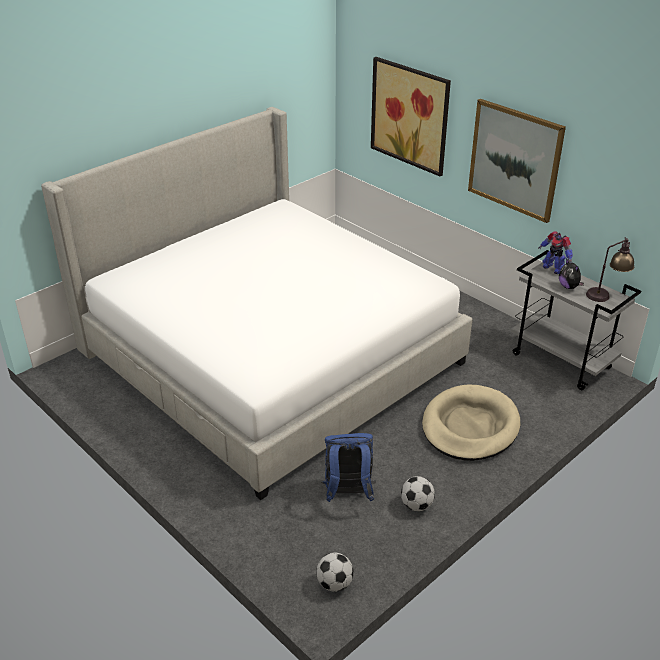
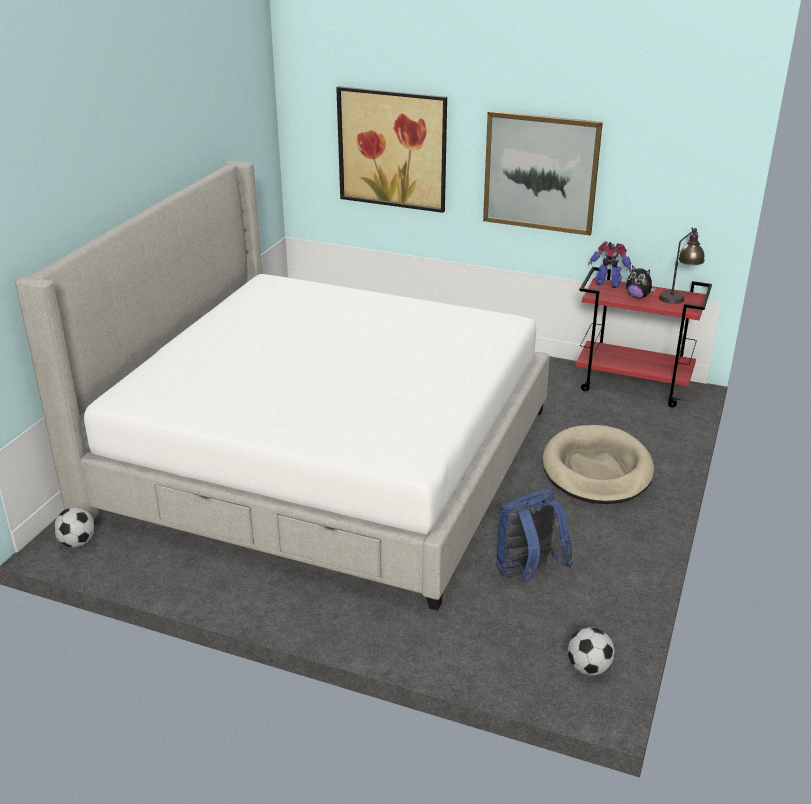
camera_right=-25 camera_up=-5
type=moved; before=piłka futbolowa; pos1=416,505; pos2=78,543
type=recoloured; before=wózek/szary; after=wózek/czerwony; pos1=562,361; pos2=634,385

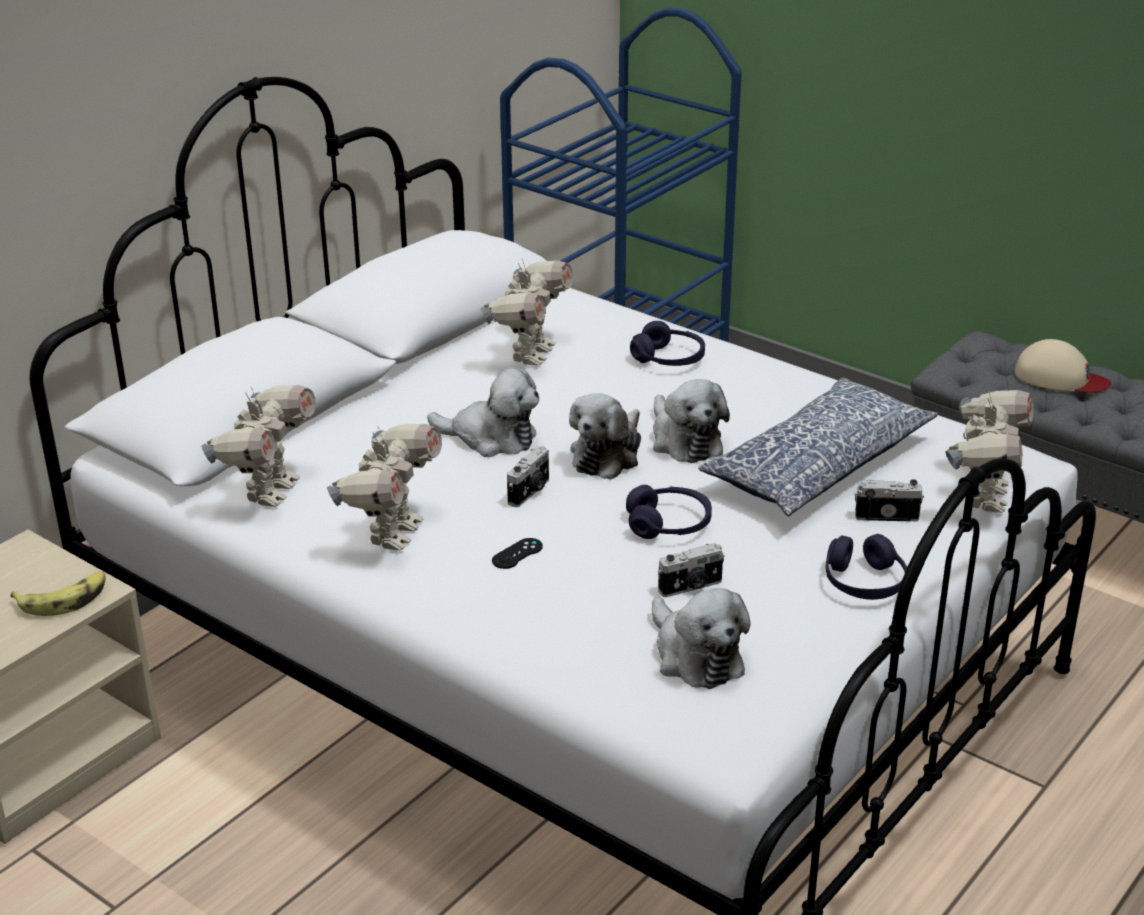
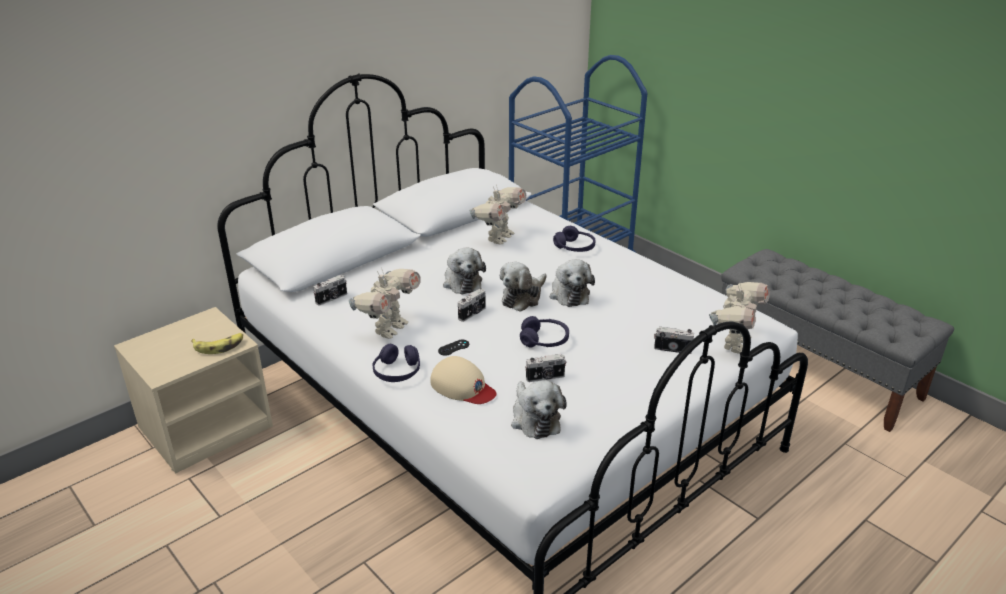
camera_right=10 camera_up=0
type=removed; before=poduszka; pos1=816,466
type=moved; before=słuchawki/fioletowy; pos1=864,582; pos2=397,372
type=moved; before=czapka z daszkiem/beżowy; pos1=1060,377; pos2=462,387
type=replaced; before=robot zabawkowy; after=aparat fotograficzny; pos1=268,491; pos2=332,299
type=turned; before=pluszak; pos1=491,438; pos2=462,281; turn=45

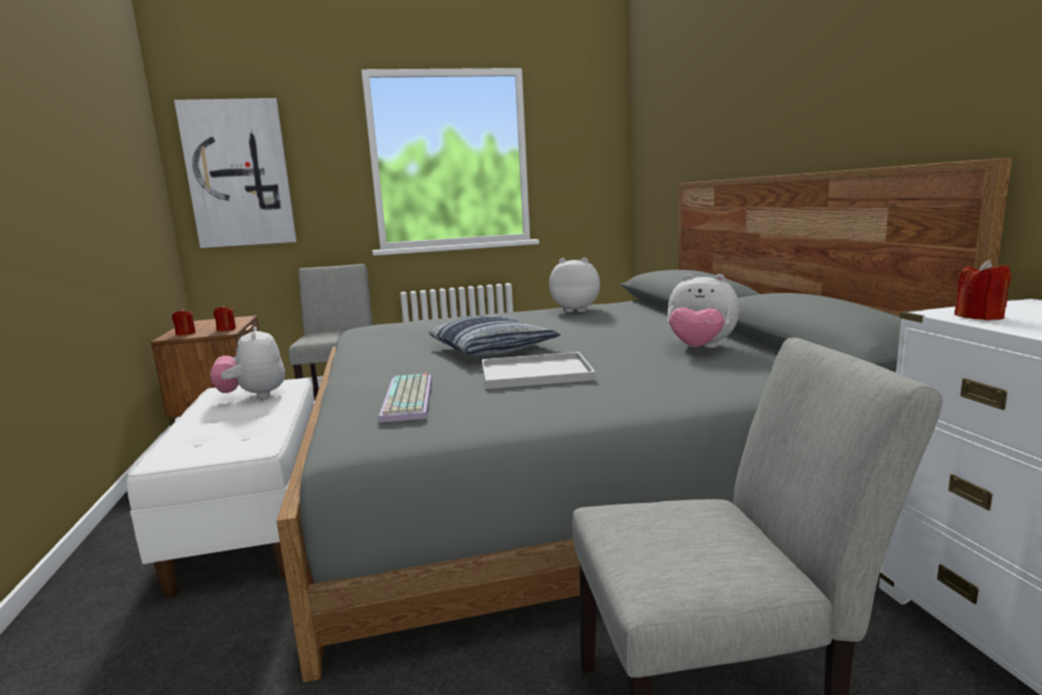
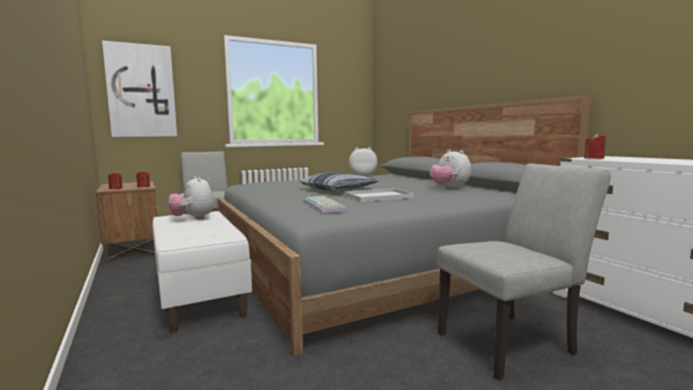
camera_right=-15 camera_up=-5
type=turned; before=pluszak; pos1=700,348; pos2=449,188; turn=45

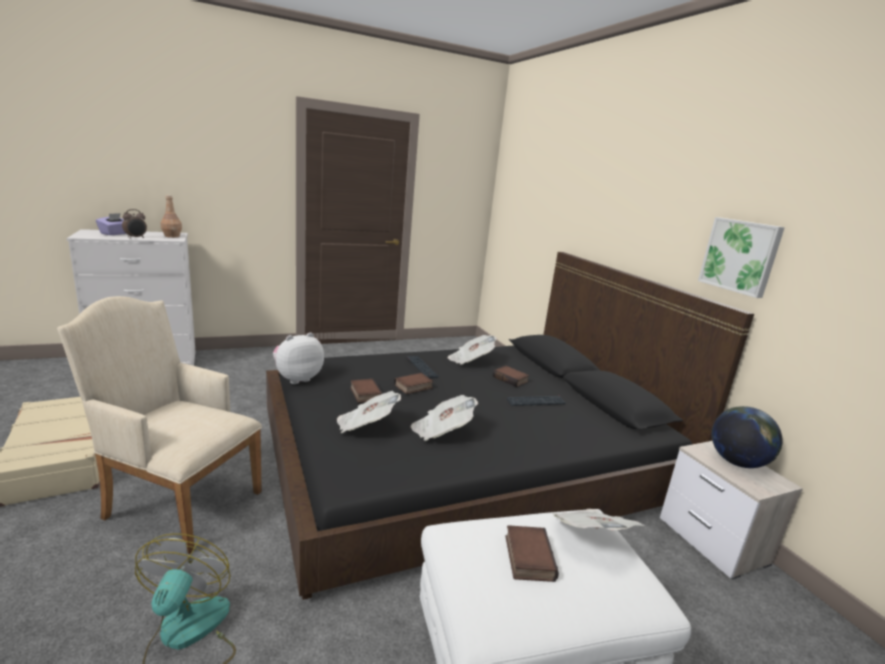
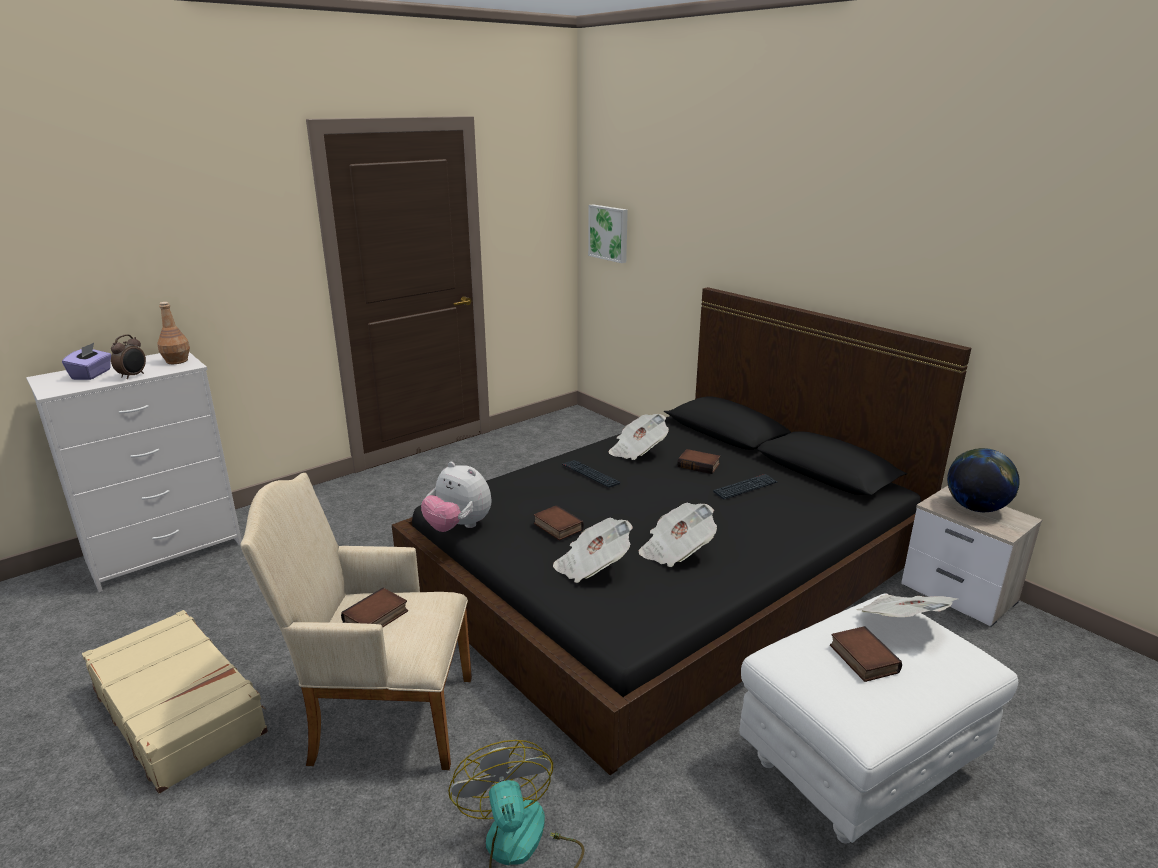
camera_right=-15 camera_up=5
type=moved; before=książka; pos1=413,387; pos2=376,618
type=moved; before=obraz; pos1=740,256; pos2=609,233
type=turned; before=pluszak; pos1=297,378; pos2=458,527; turn=-90

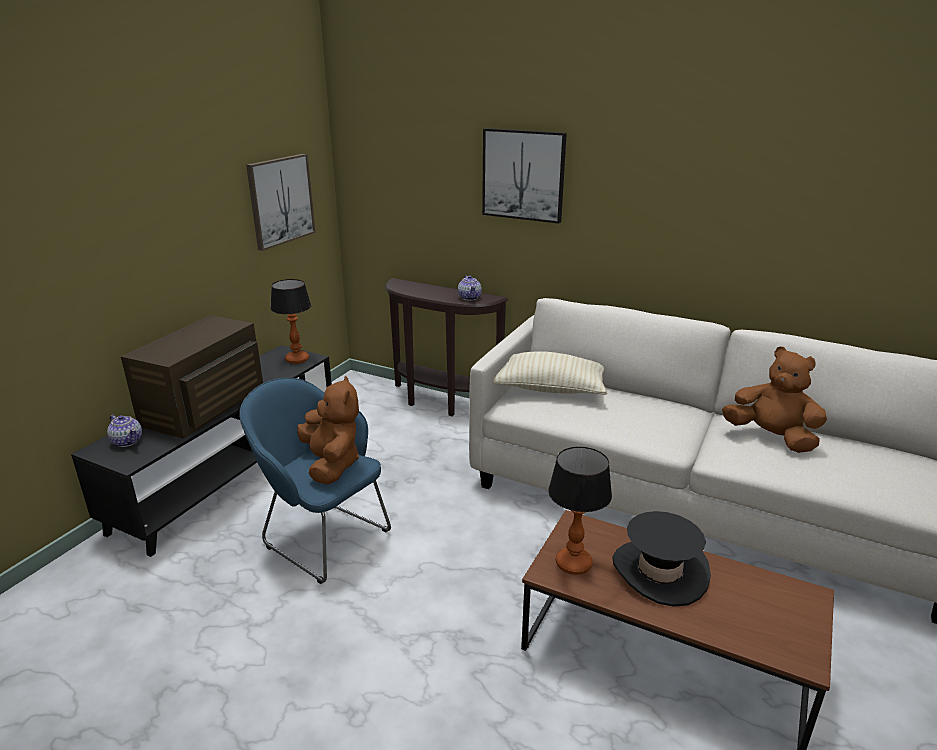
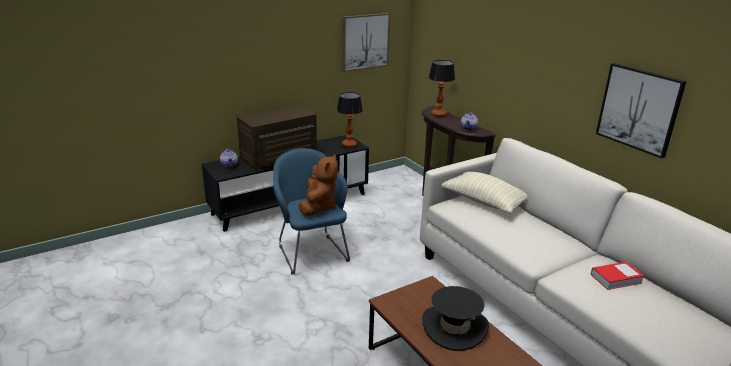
camera_right=30 camera_up=0
type=moved; before=obraz; pos1=523,175; pos2=639,109
type=moved; before=lampa stołowa; pos1=574,563; pos2=439,114
type=replaced; before=pluszak/brązowy; after=książka; pos1=771,437; pos2=616,278

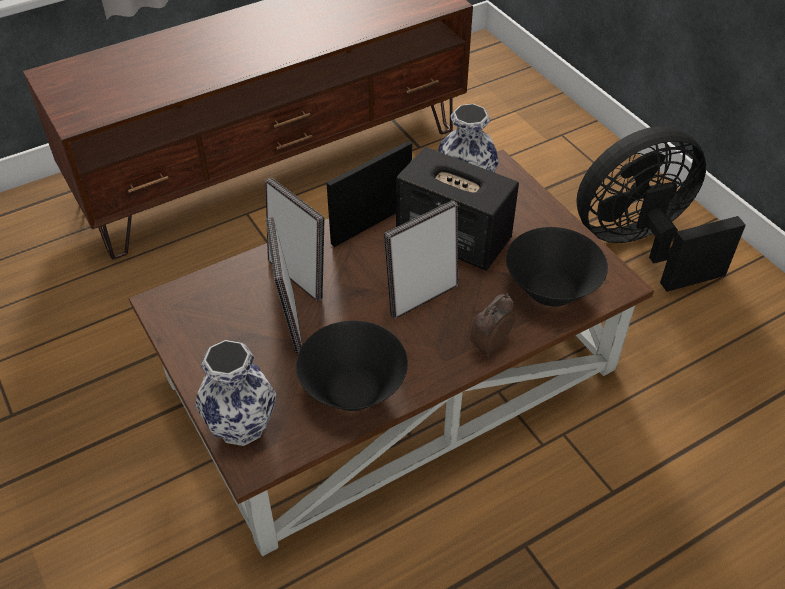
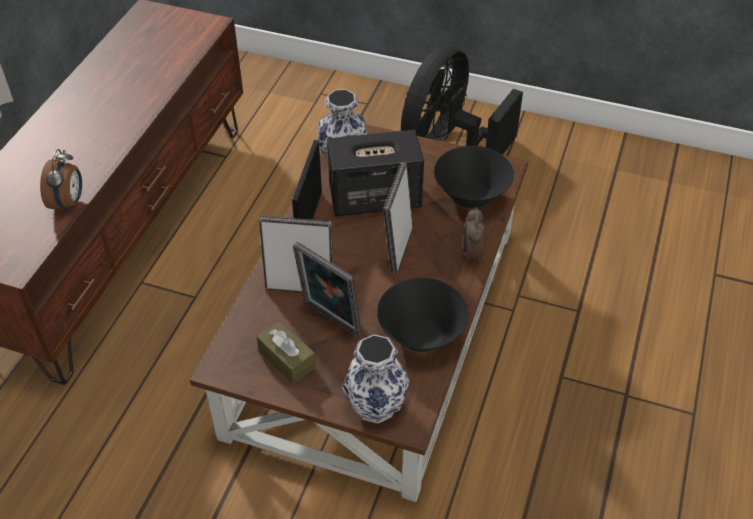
camera_right=-40 camera_up=0
type=added; after=budzik; pos2=69,202
type=added; after=pudełko chusteczek/brązowy; pos2=287,359

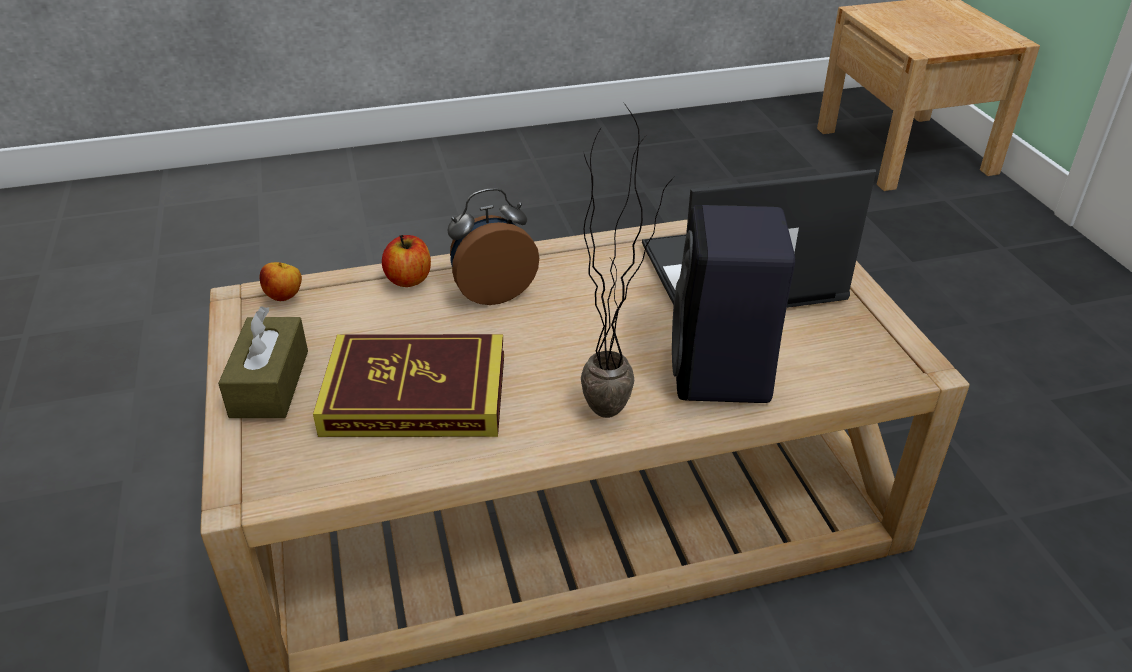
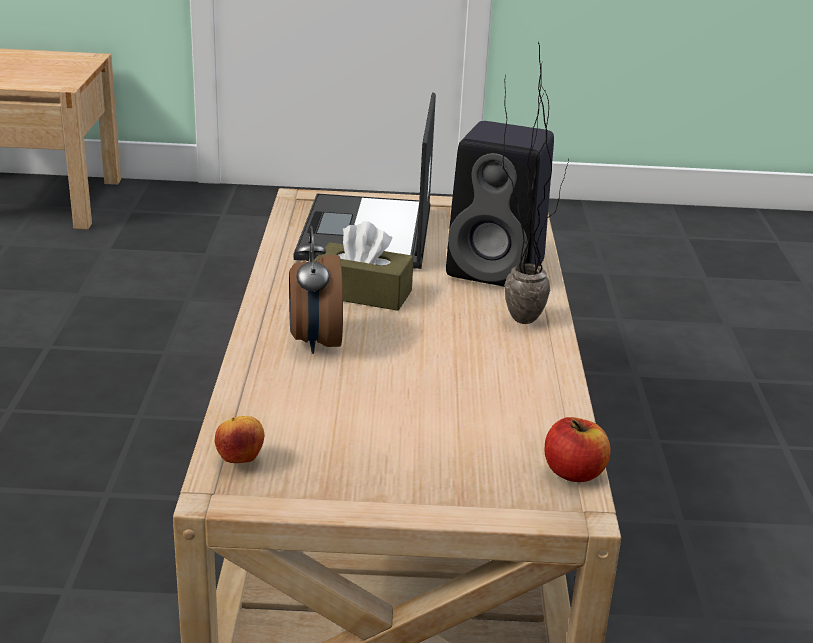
camera_right=-75 camera_up=-10
type=removed; before=książka; pos1=415,394
type=moved; before=pudełko chusteczek/brązowy; pos1=270,383; pos2=362,293
type=moved; before=jabłko; pos1=409,279; pos2=574,472

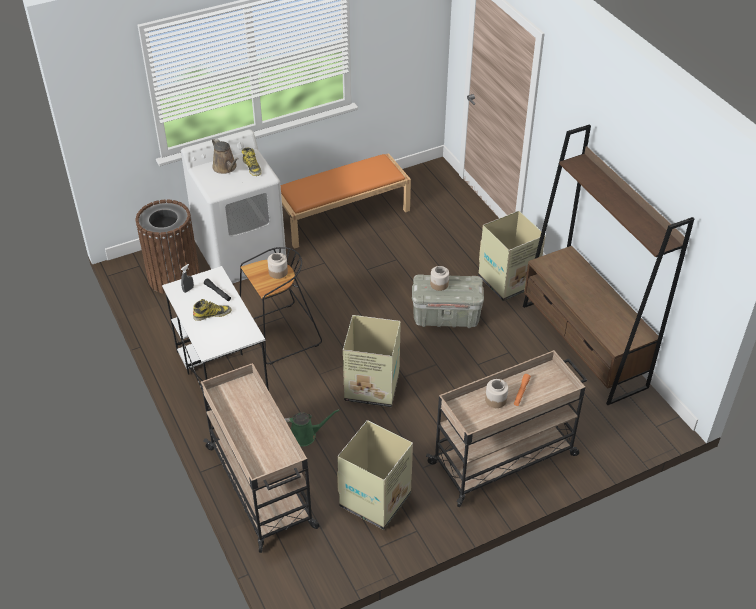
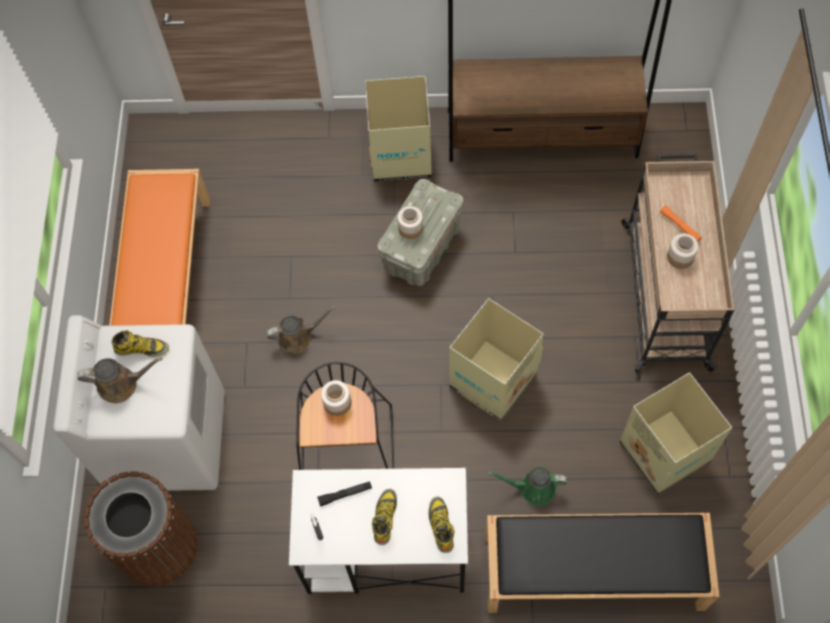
camera_right=-60 camera_up=20
type=added; after=konewka/brązowy; pos2=298,337
type=added; after=but z cholewką; pos2=440,525
type=replaced; before=wózek/beżowy; after=ławka/czarny; pos1=261,488; pos2=592,572
type=turned; before=konewka/zielony; pos1=305,435; pos2=533,488; turn=-105

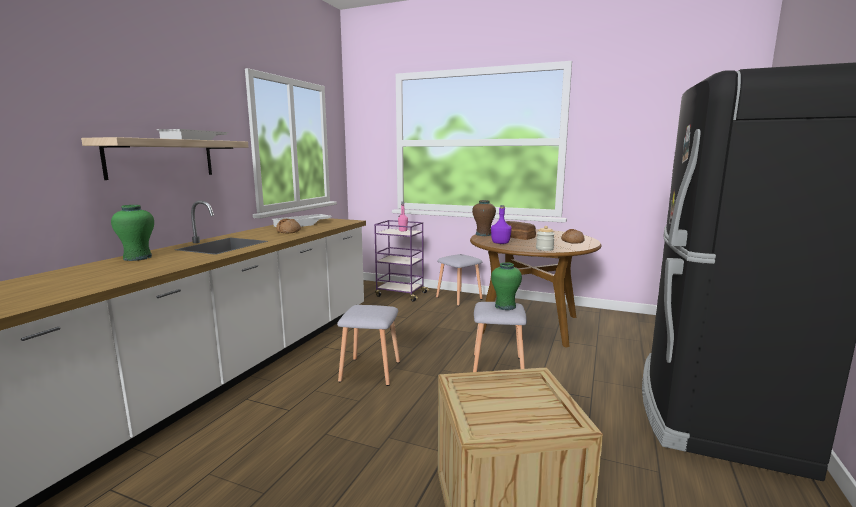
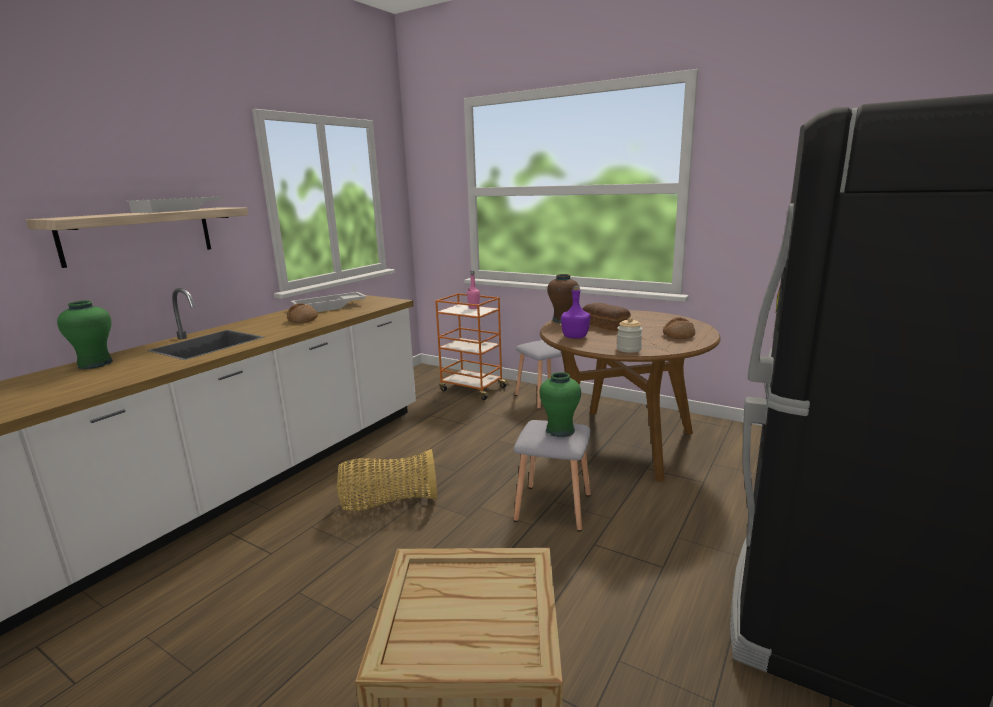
camera_right=10 camera_up=5
type=replaced; before=stołek/szary; after=koszyk; pos1=370,371; pos2=388,502
type=recoloured; before=wózek/fioletowy; after=wózek/pomarańczowy; pos1=400,294; pos2=472,389

